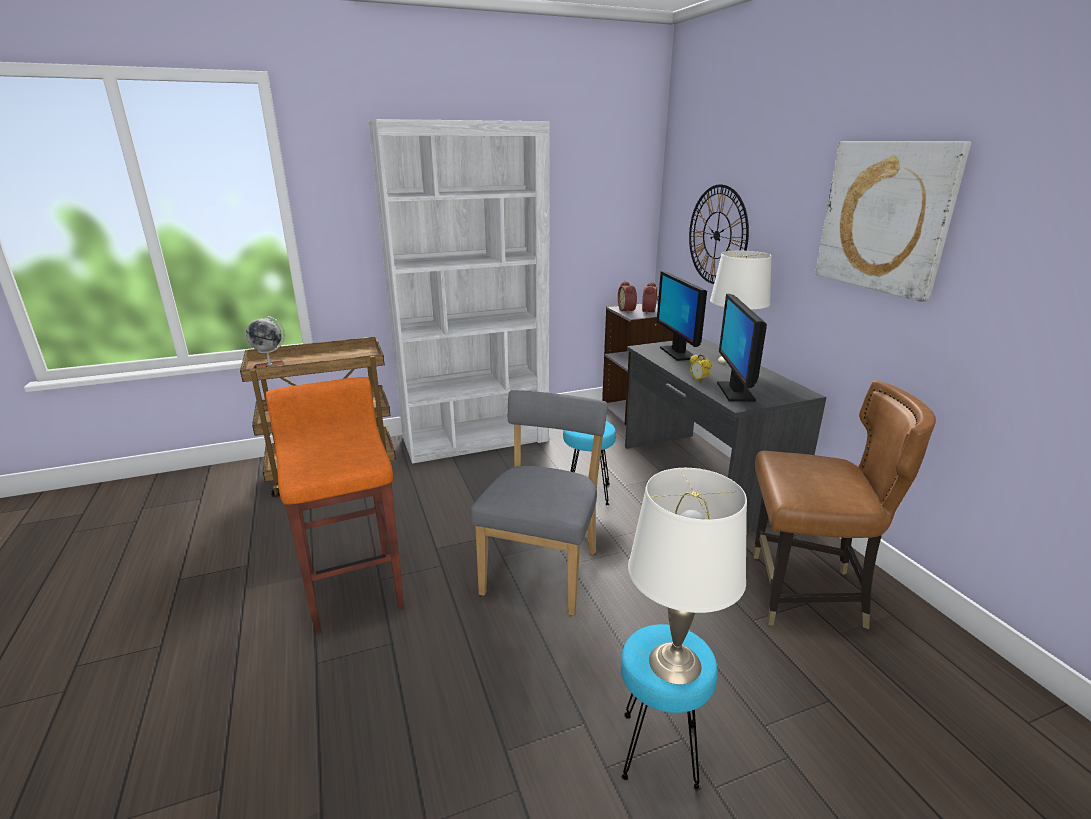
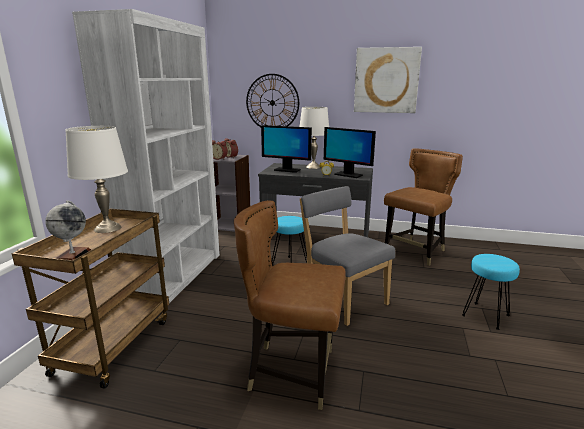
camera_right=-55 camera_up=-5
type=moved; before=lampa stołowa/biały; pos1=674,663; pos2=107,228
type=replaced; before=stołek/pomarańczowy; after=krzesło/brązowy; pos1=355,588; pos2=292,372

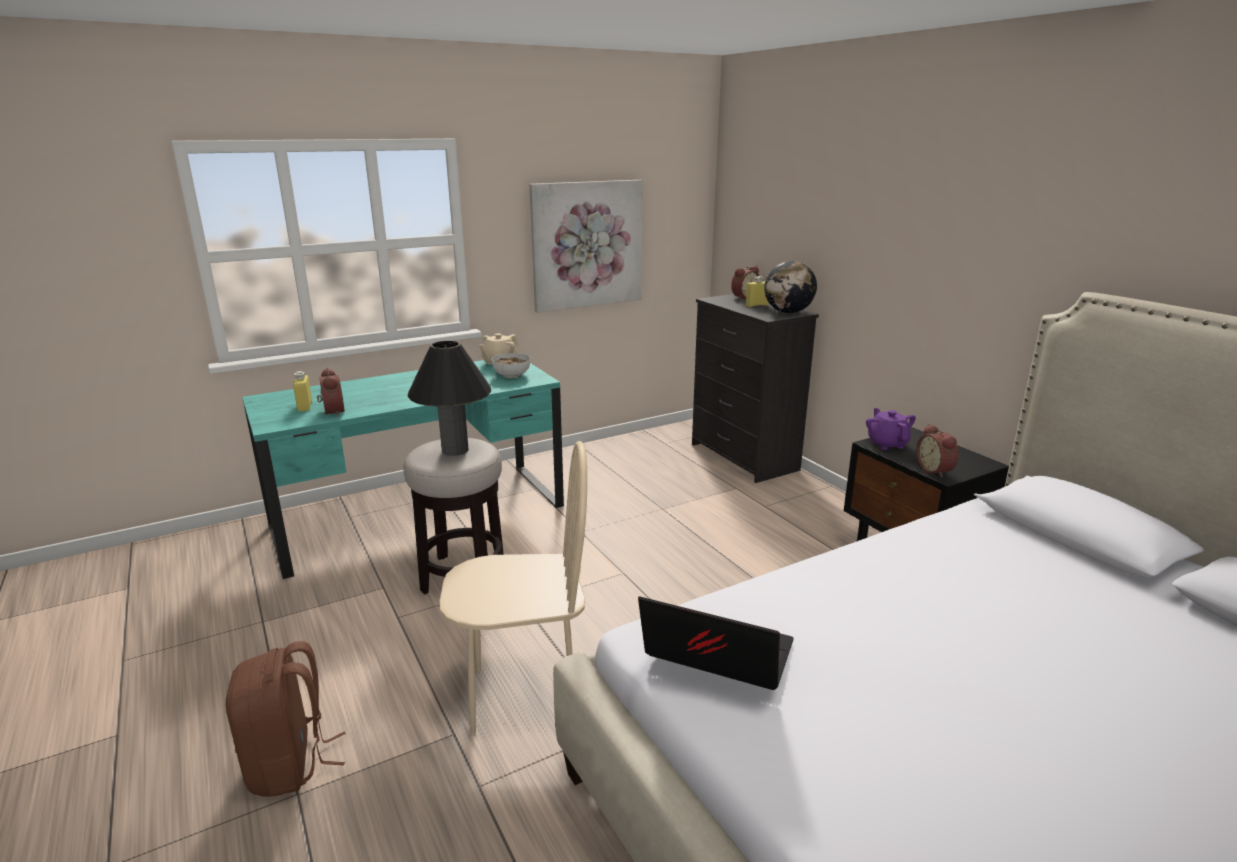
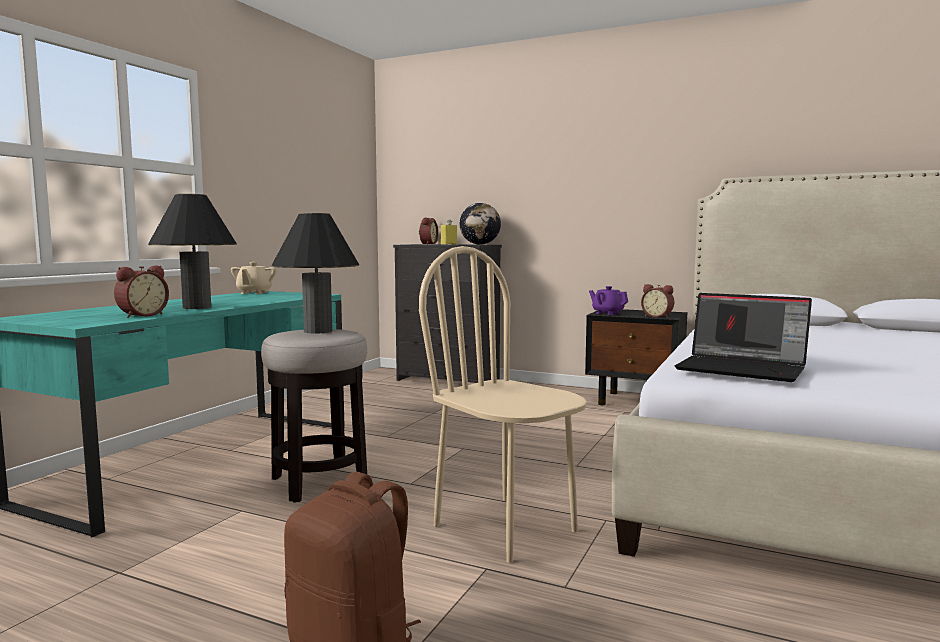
camera_right=-35 camera_up=-15
type=removed; before=butelka/żółty; pos1=305,406
type=removed; before=miska; pos1=512,375
type=removed; before=obraz; pos1=587,245
type=added; after=lampa stołowa/czarny; pos2=197,307
type=turned; before=budzik; pos1=331,412; pos2=141,315; turn=90
type=turned; before=krzesło/beżowy; pos1=525,695; pos2=506,527; turn=-90
type=turned; before=laptop; pos1=714,656; pos2=743,369; turn=-135

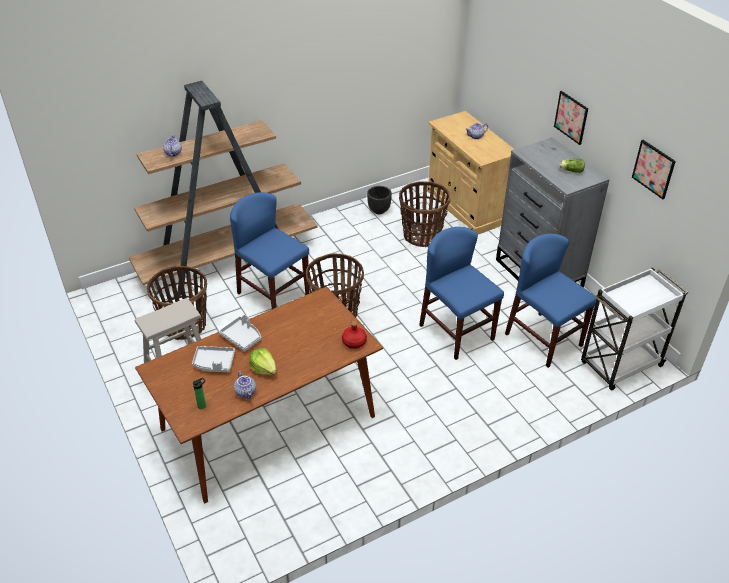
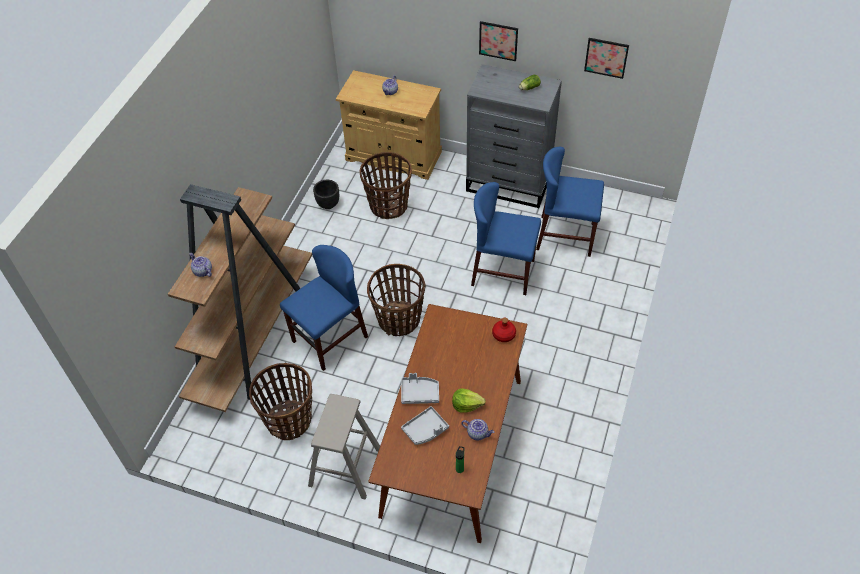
camera_right=-40 camera_up=10
type=removed; before=wózek/biały; pos1=620,365
type=turned; before=krzesło/niebieski; pos1=273,294; pos2=329,339; turn=135

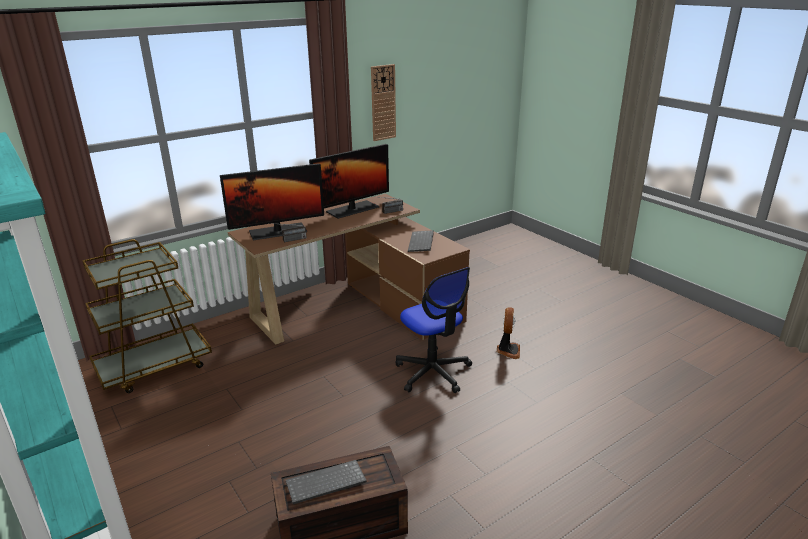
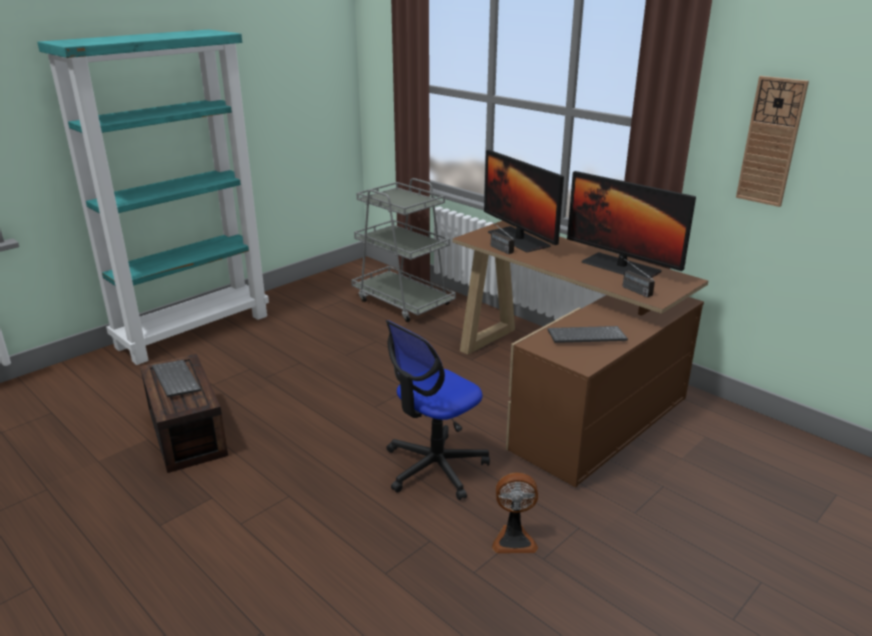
camera_right=80 camera_up=0
type=recoloured; before=wózek/brązowy; after=wózek/szary; pos1=154,366; pos2=403,302

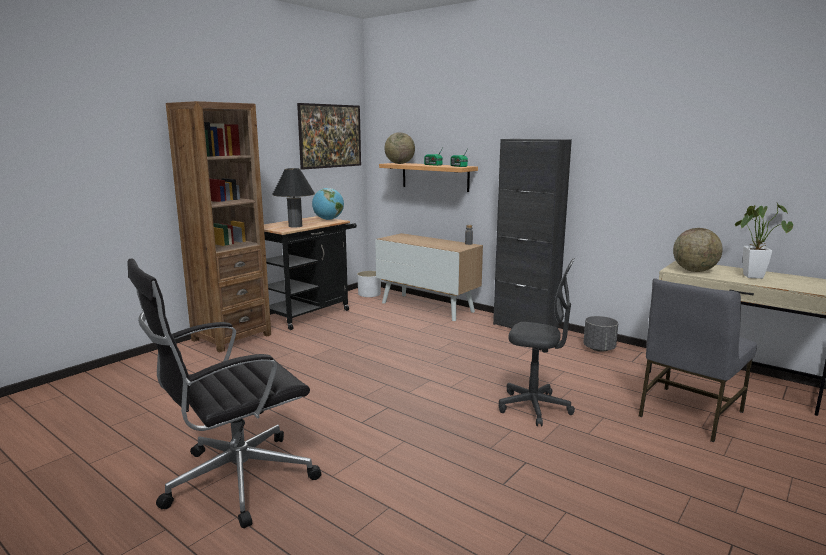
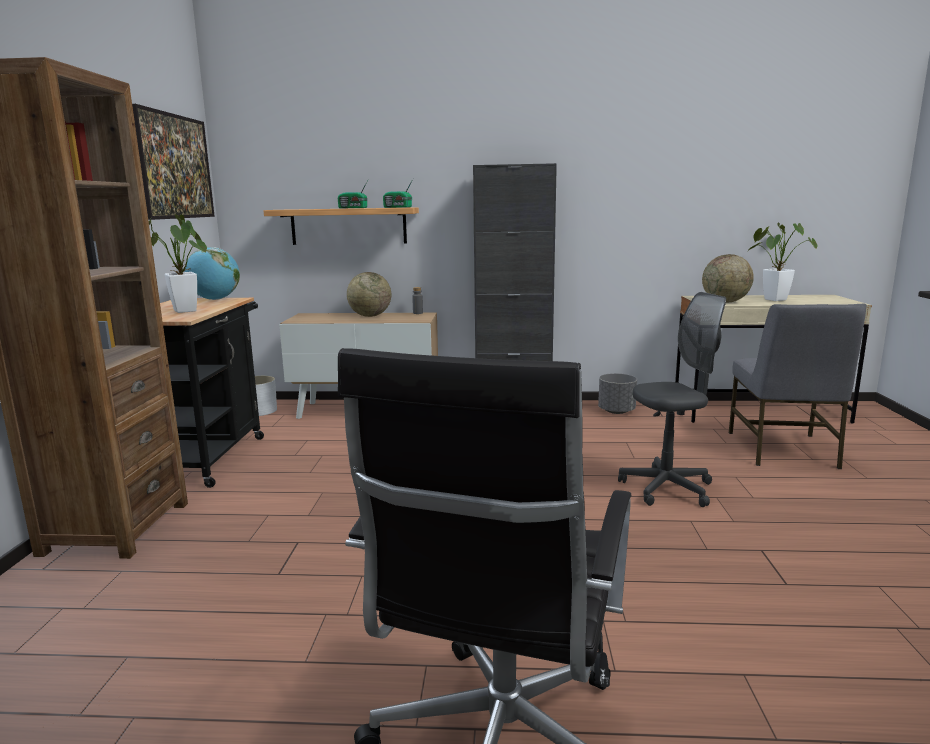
camera_right=-35 camera_up=0
type=moved; before=globus; pos1=399,163; pos2=370,316
type=replaced; before=lampa stołowa/czarny; after=roślina doniczkowa; pos1=295,226; pos2=186,312

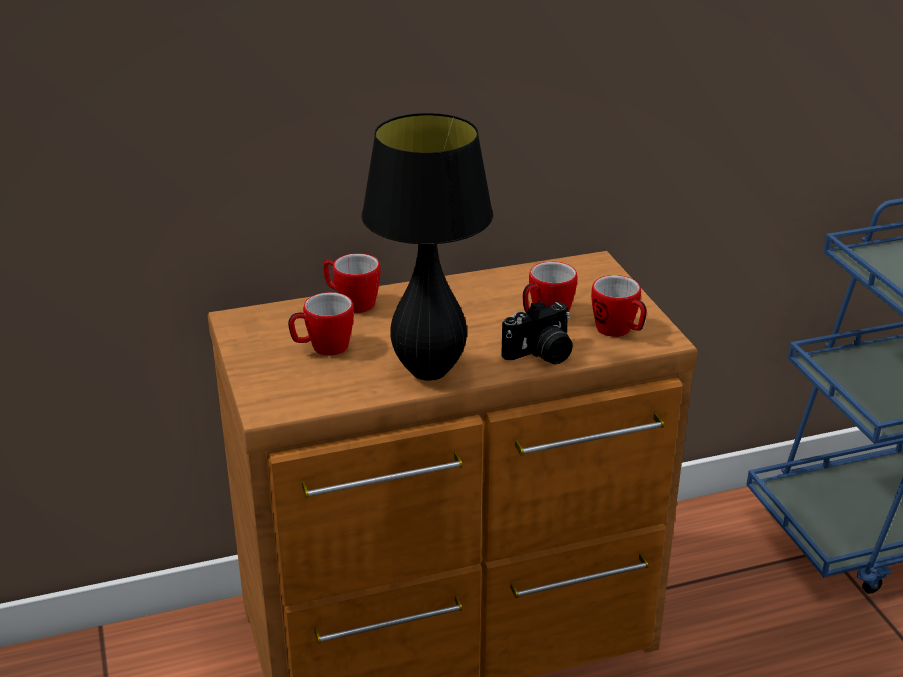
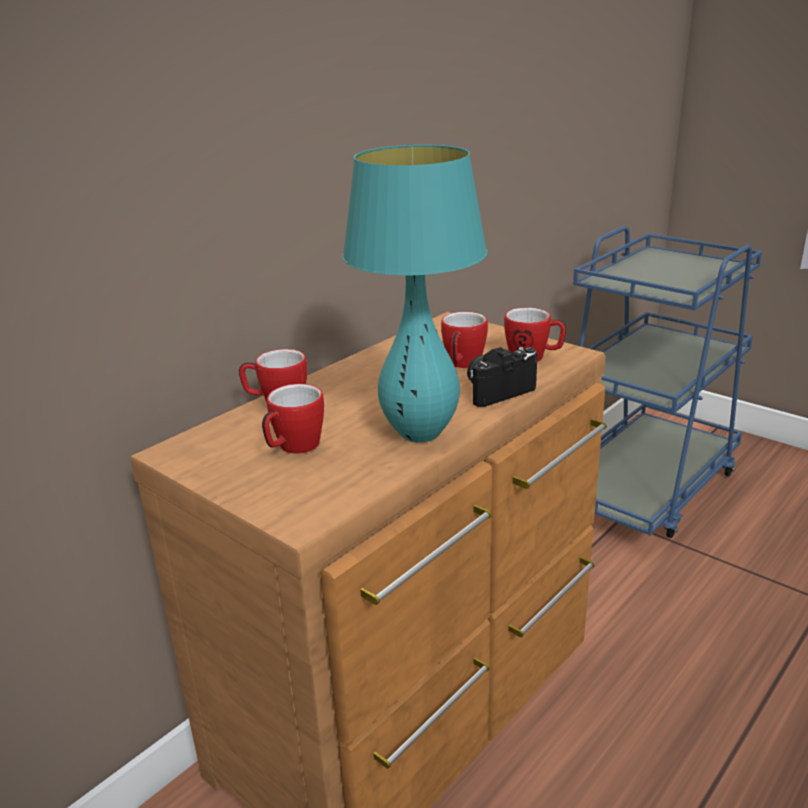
camera_right=-30 camera_up=-5
type=recoloured; before=lampa stołowa/czarny; after=lampa stołowa/turkusowy; pos1=429,371; pos2=419,434
type=turned; before=aparat fotograficzny; pos1=541,354; pos2=497,391; turn=-150

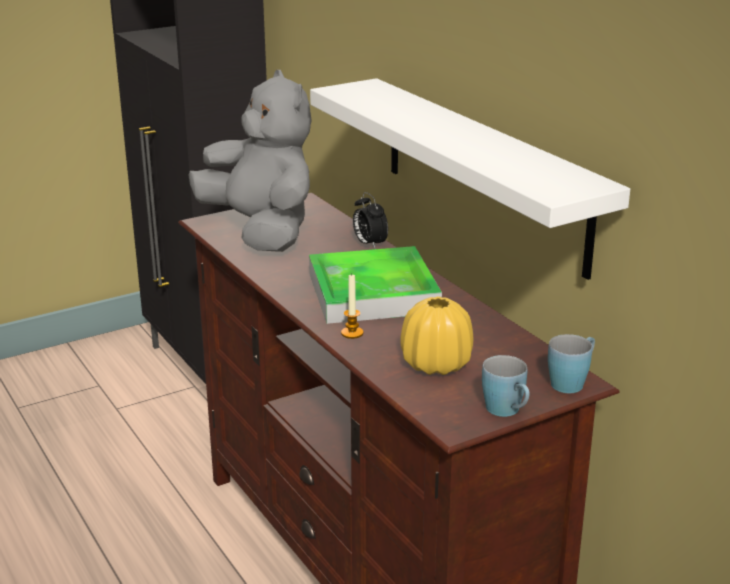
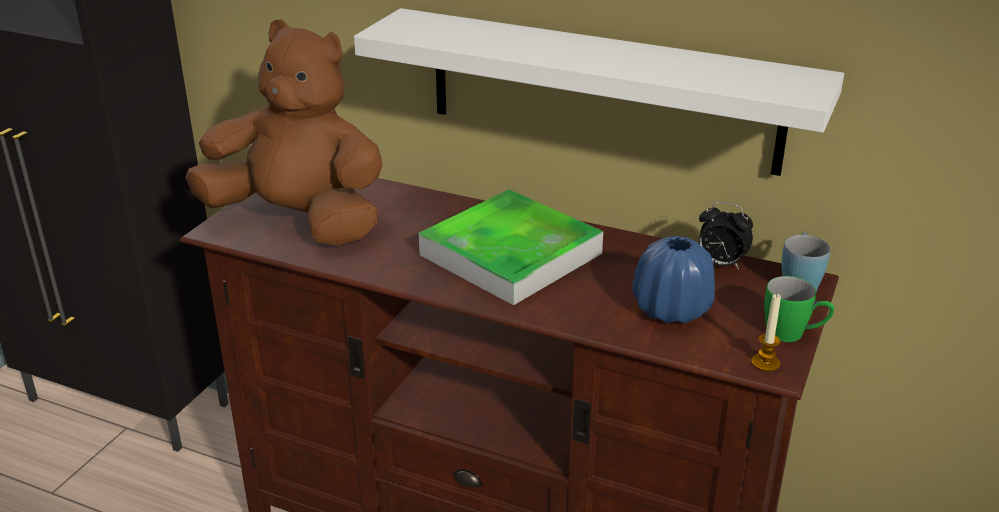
camera_right=-35 camera_up=5
type=moved; before=świeca; pos1=352,333; pos2=765,363
type=moved; before=budzik; pos1=369,244; pos2=720,264
type=recoloured; before=pluszak/szary; after=pluszak/brązowy; pos1=261,231; pos2=299,221
type=recoloured; before=wazon/żółty; after=wazon/niebieski; pos1=436,364; pos2=672,310
type=recoloured; before=kubek/niebieski; after=kubek/zielony; pos1=507,412; pos2=793,334

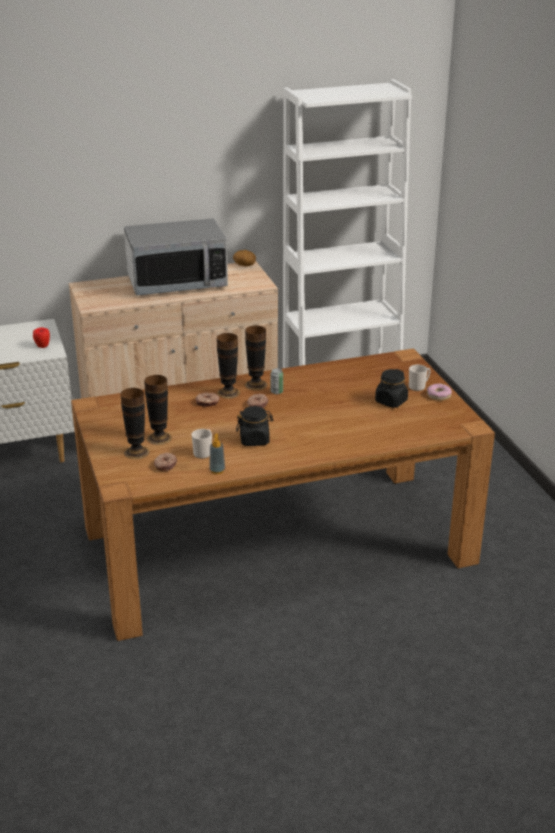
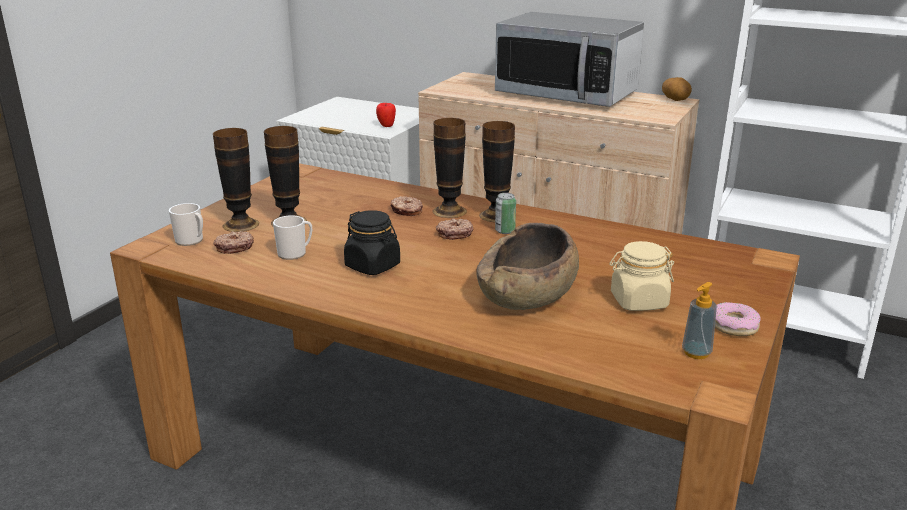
camera_right=45 camera_up=-5
type=added; after=miska/brązowy; pos2=528,295
type=moved; before=dozownik mydła; pos1=217,470; pos2=696,353
type=moved; before=kubek; pos1=418,387; pos2=191,241
type=recoloured; before=słoik/czarny; after=słoik/beżowy; pos1=391,401; pos2=638,301

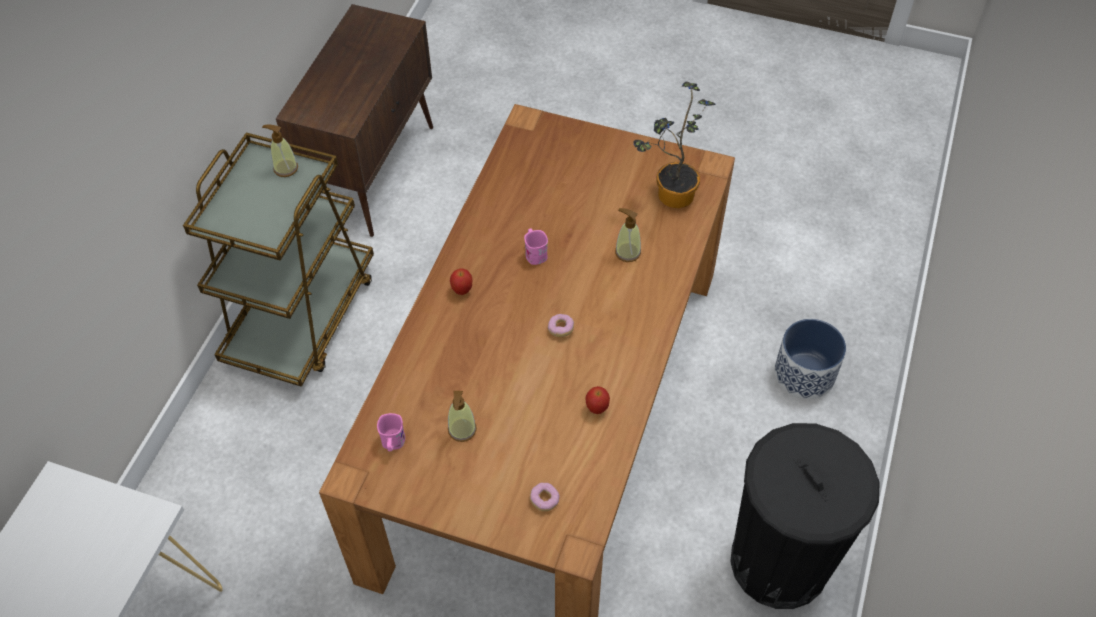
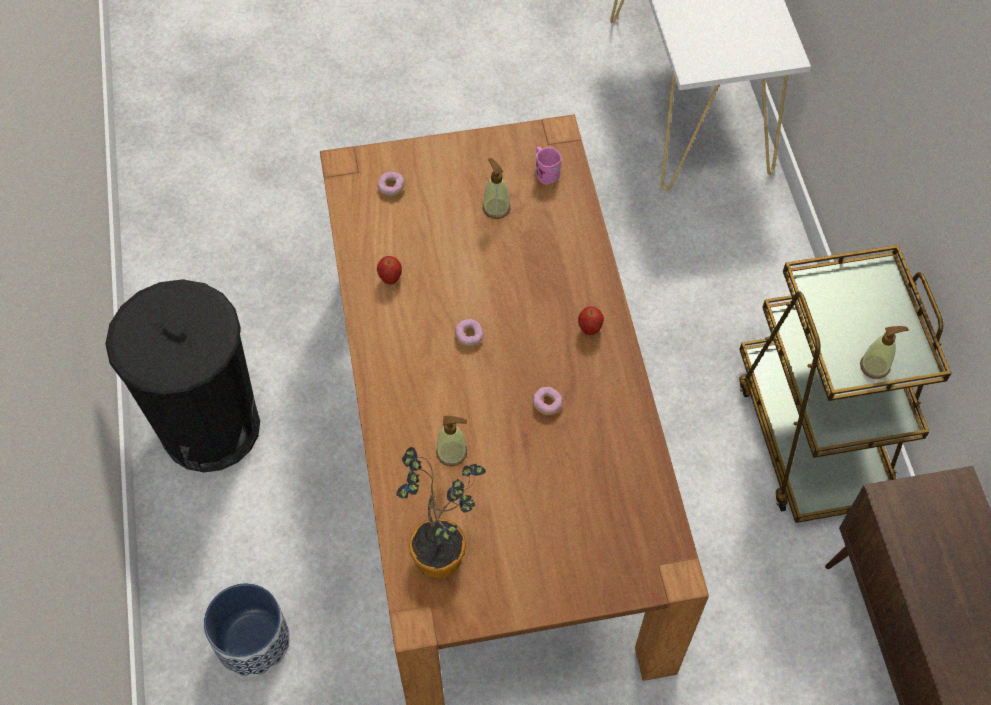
camera_right=150 camera_up=5
type=replaced; before=kubek/różowy; after=donut; pos1=535,253; pos2=547,404

